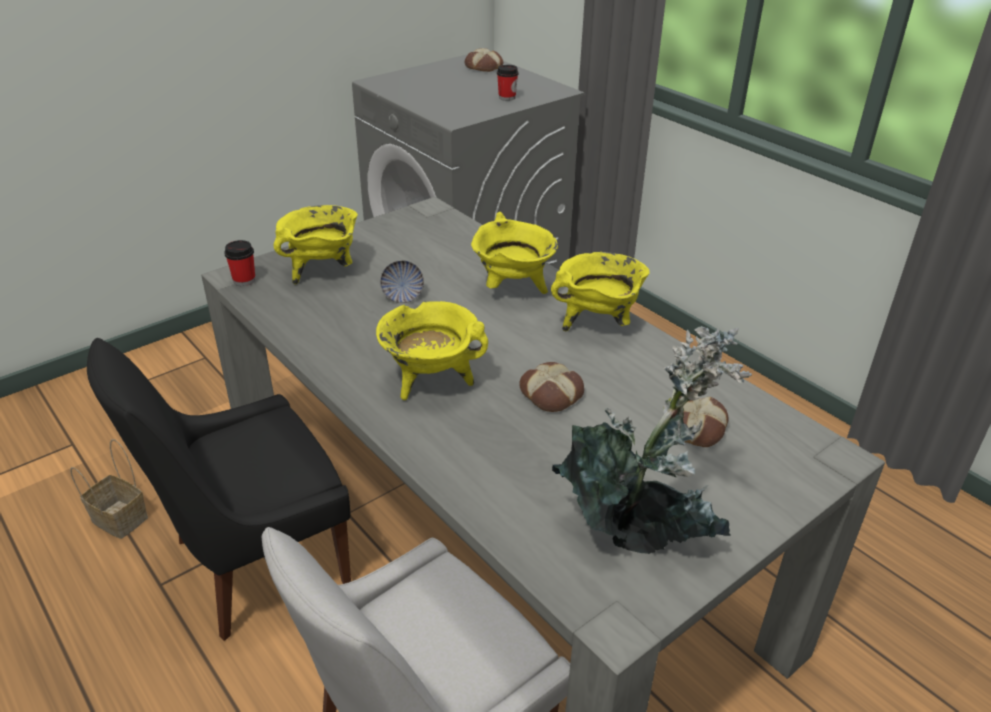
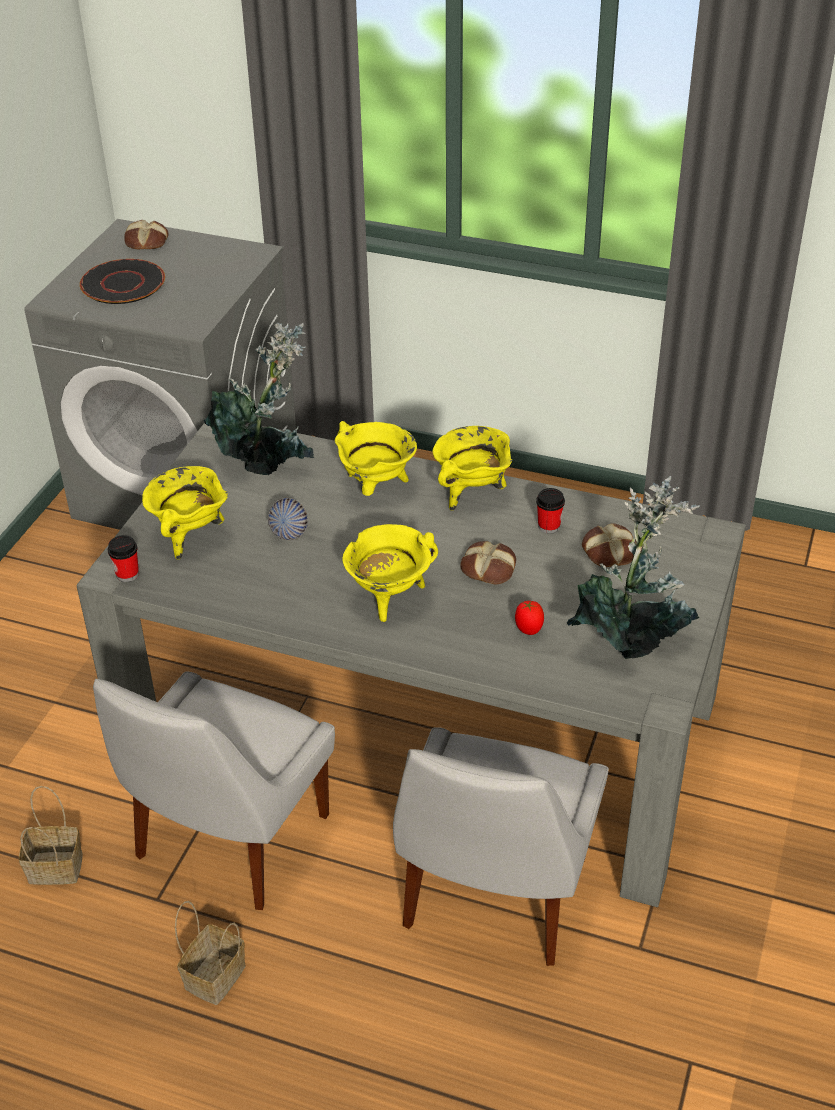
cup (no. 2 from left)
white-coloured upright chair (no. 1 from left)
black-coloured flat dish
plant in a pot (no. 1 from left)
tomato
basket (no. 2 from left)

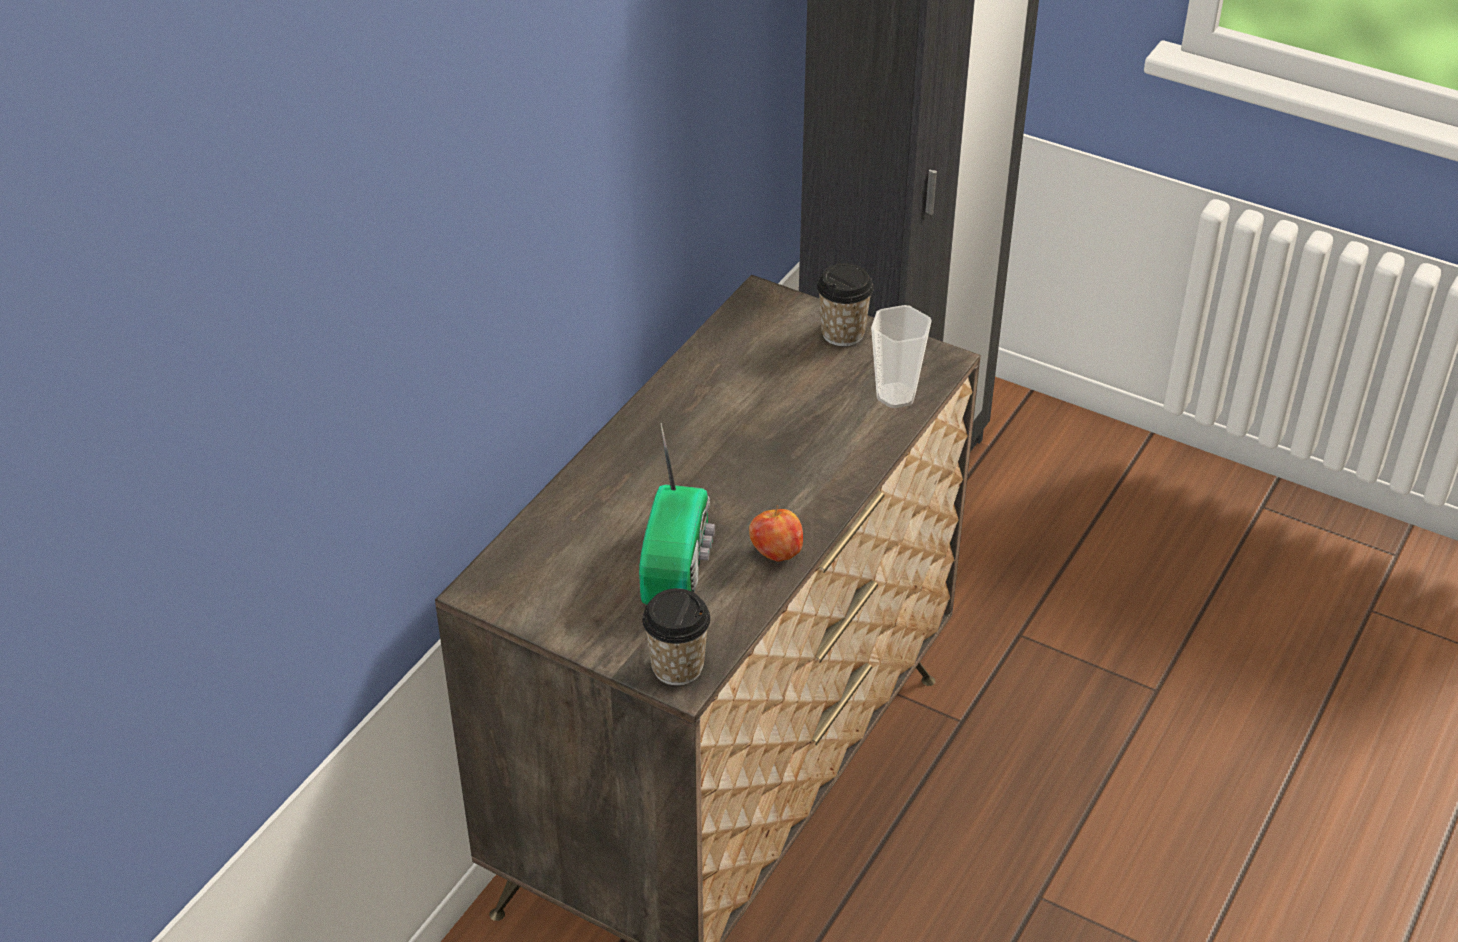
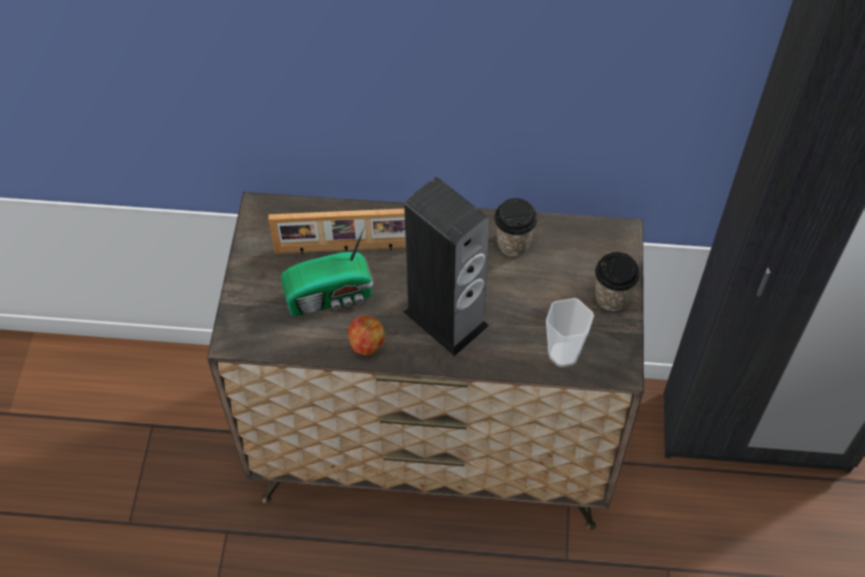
cup (no. 1 from left)
speaker
picture frame

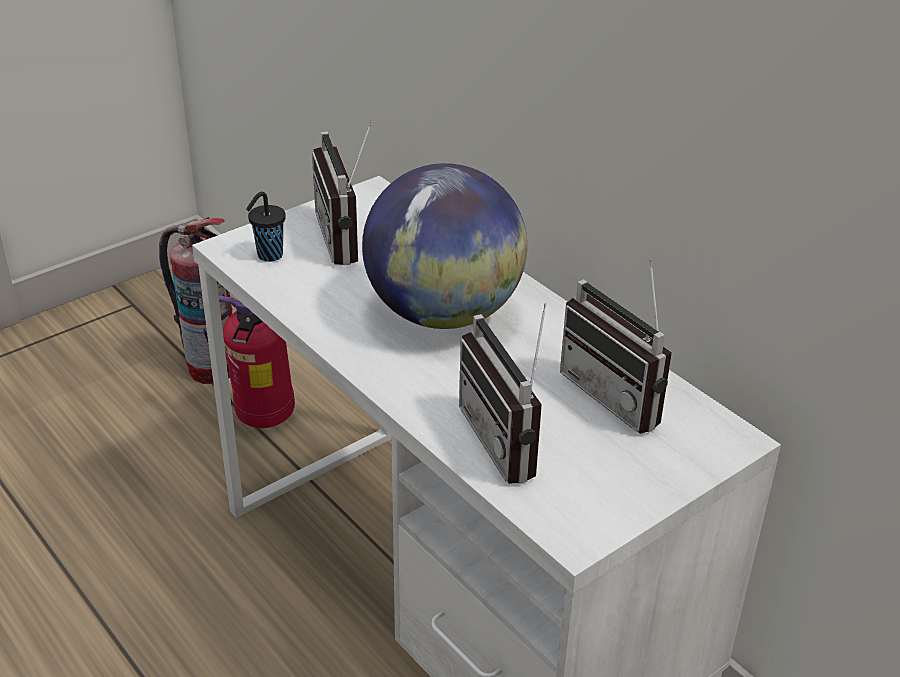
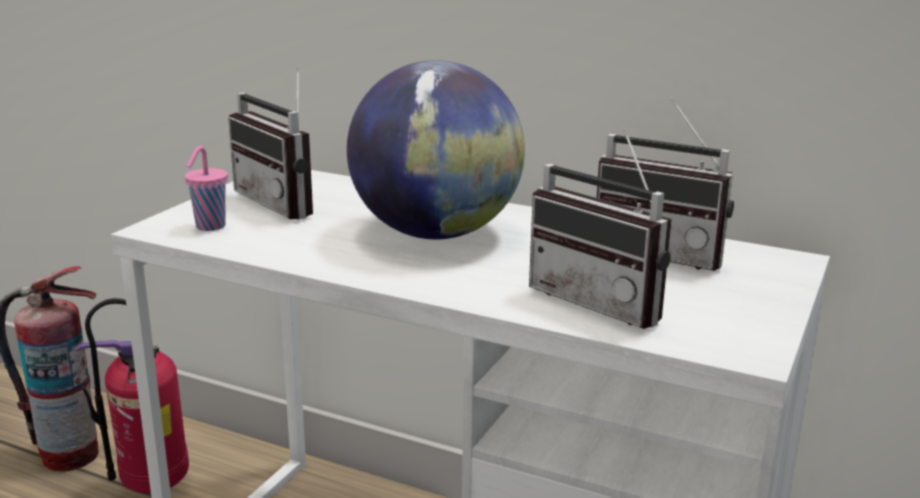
pink cup

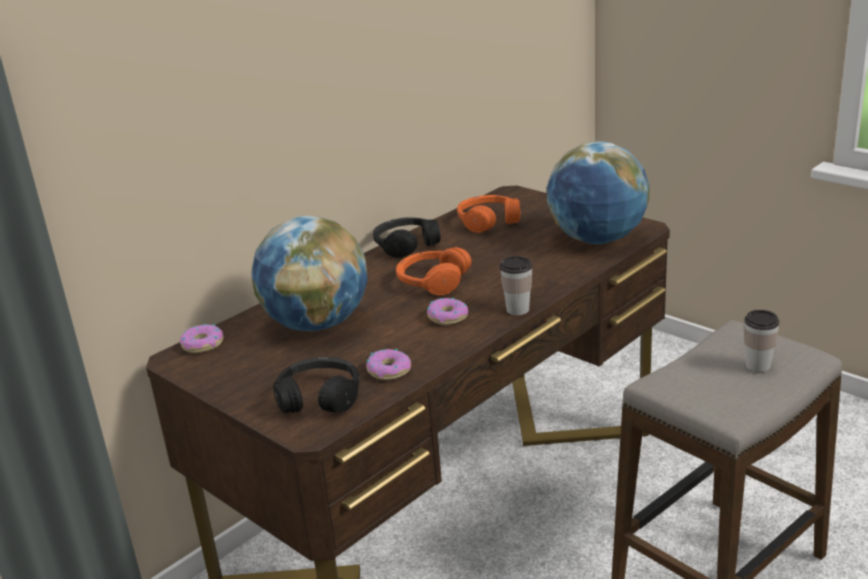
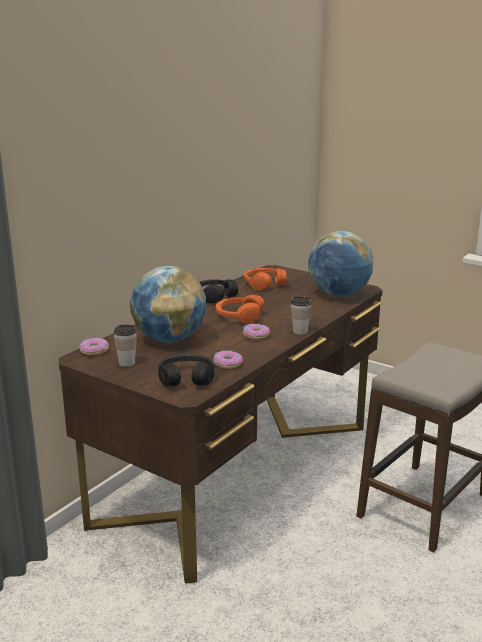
cup (no. 1 from left)

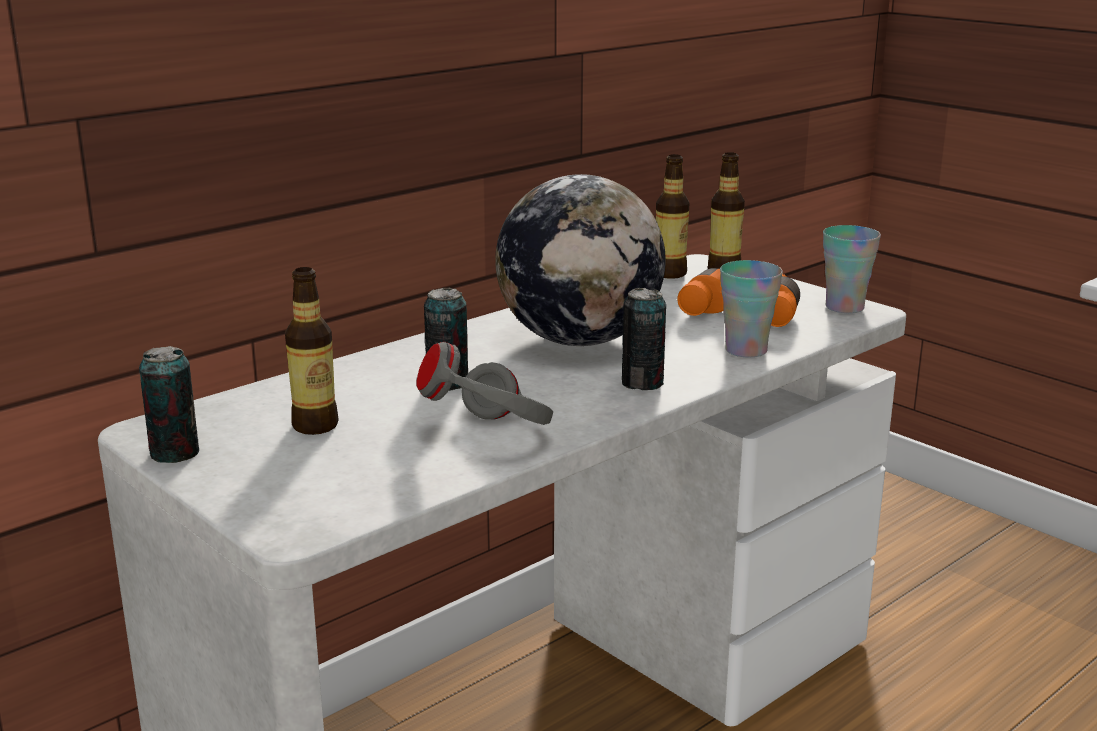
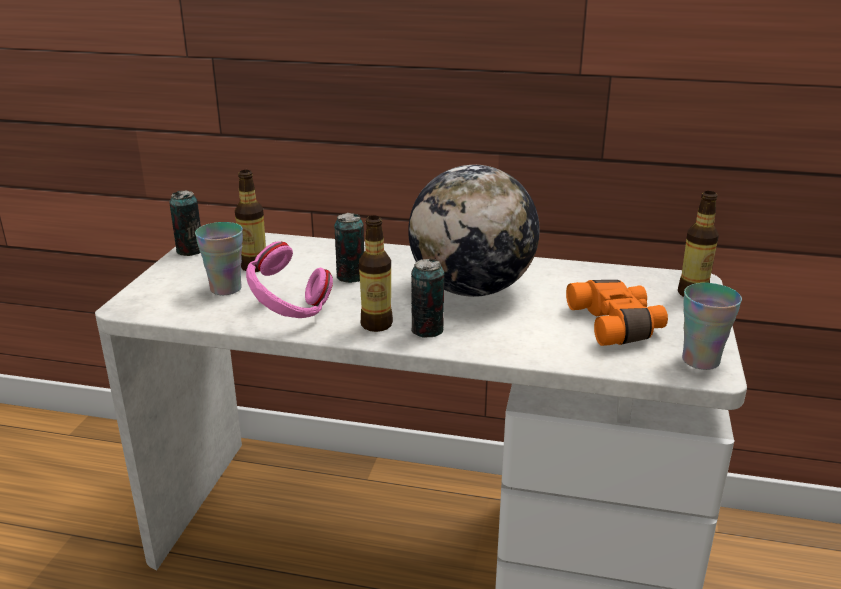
drink bottle (no. 2 from left)
cup (no. 1 from left)
pink headset

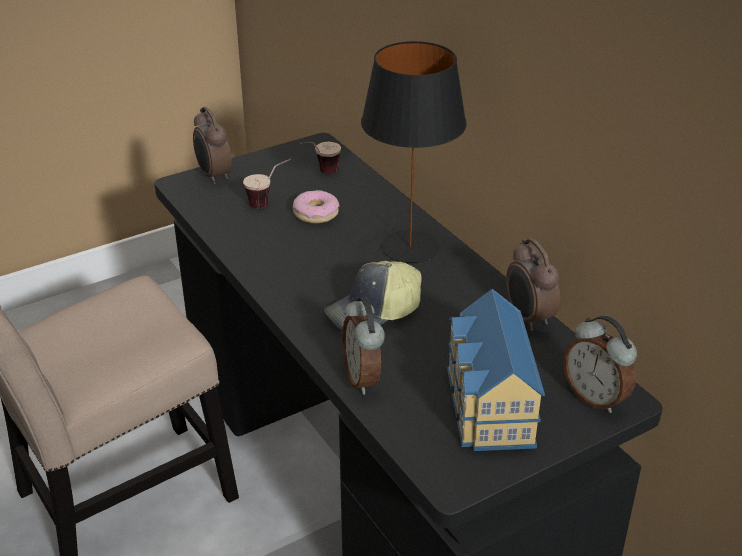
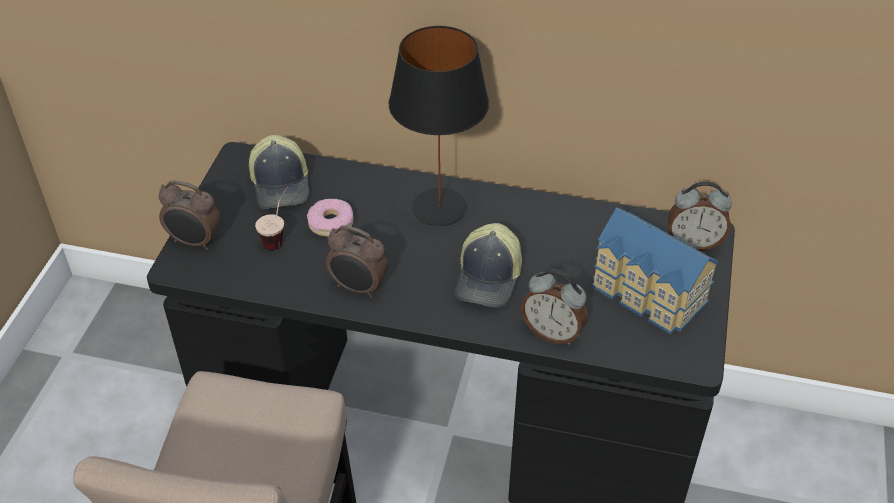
cap (no. 1 from left)
alarm clock (no. 2 from left)

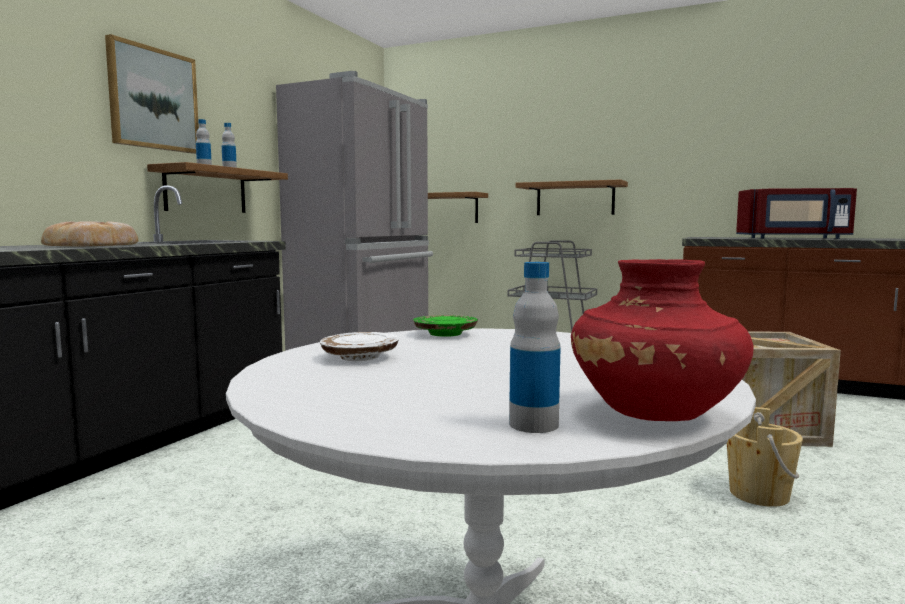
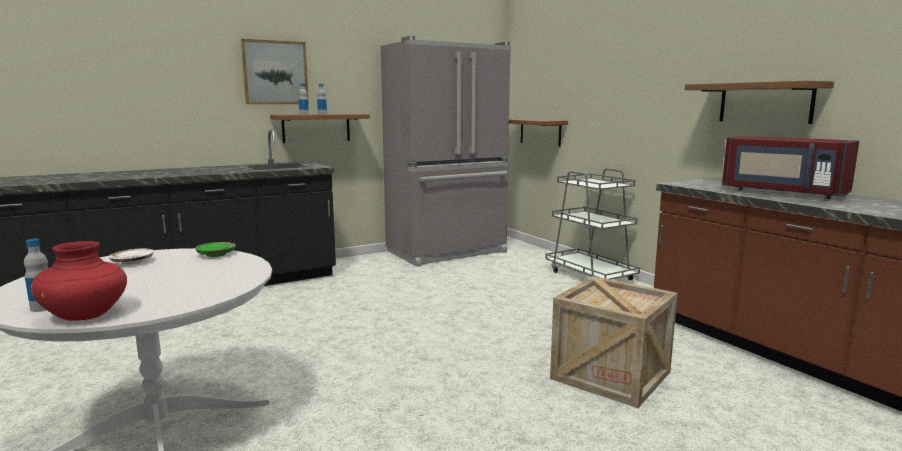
bracket shelf (no. 3 from left)
bakery bread
sand-coloured water bucket

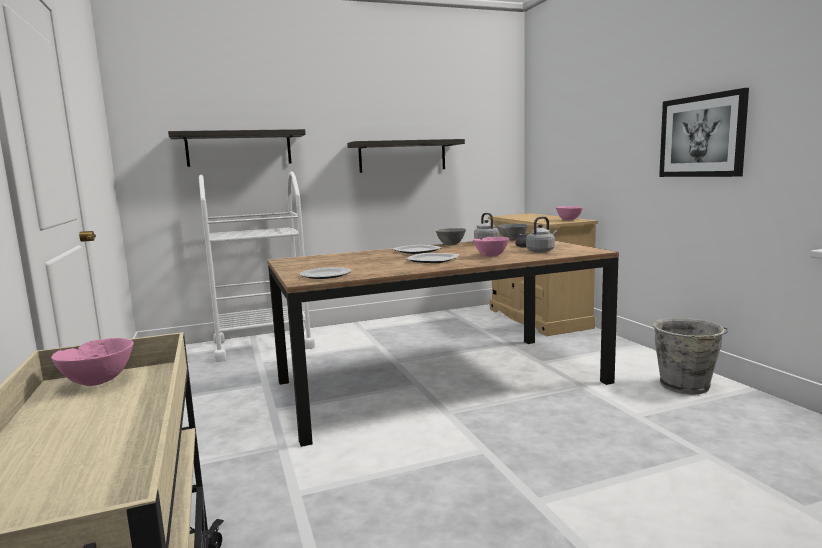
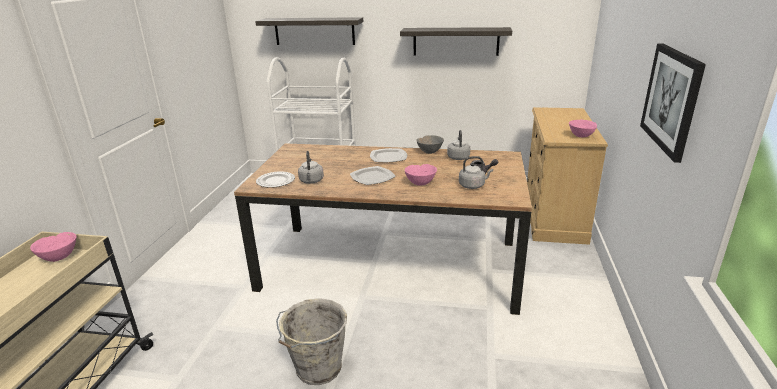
grey serving bowl (no. 2 from left in the first image)
grey water bucket
grey kettle (no. 1 from left)

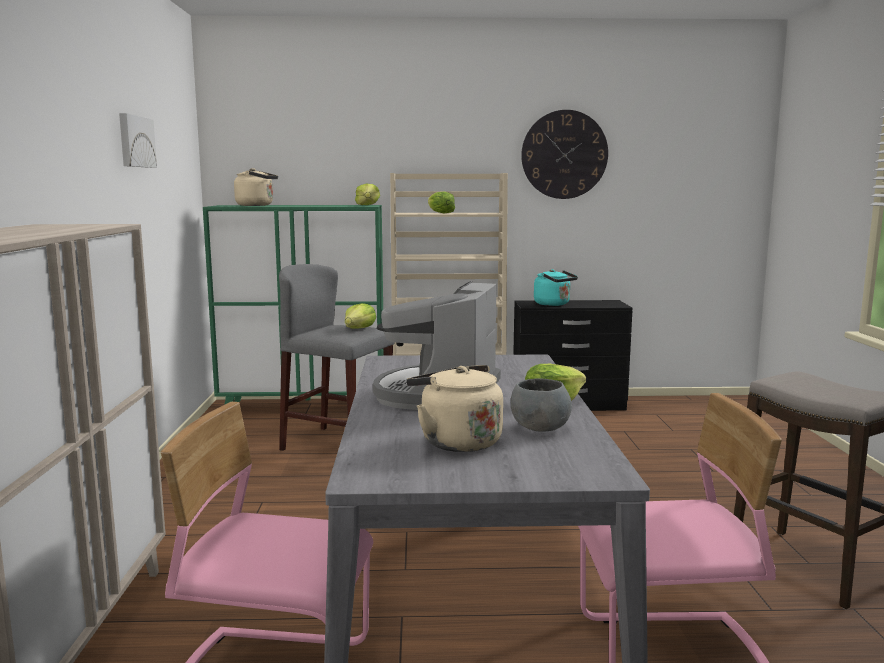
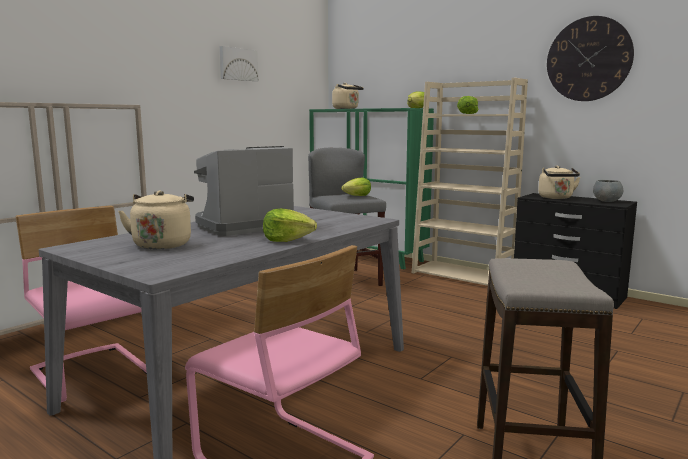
sand-coloured kettle (no. 3 from left)
grey serving bowl

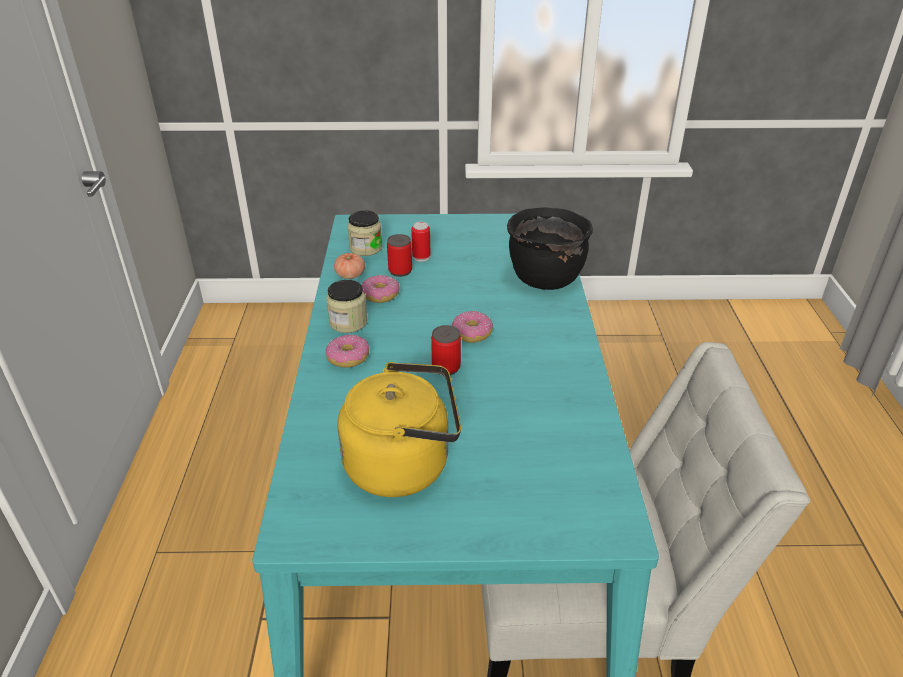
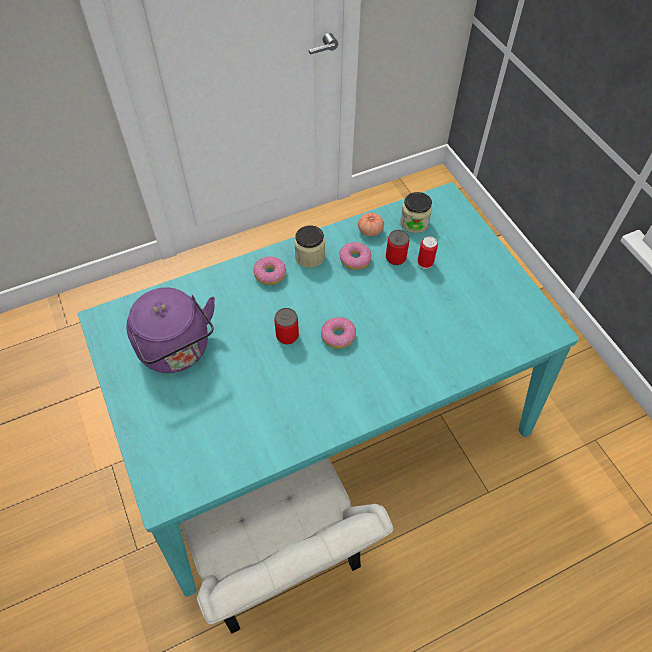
black-coloured cooking pot
purplish kettle

